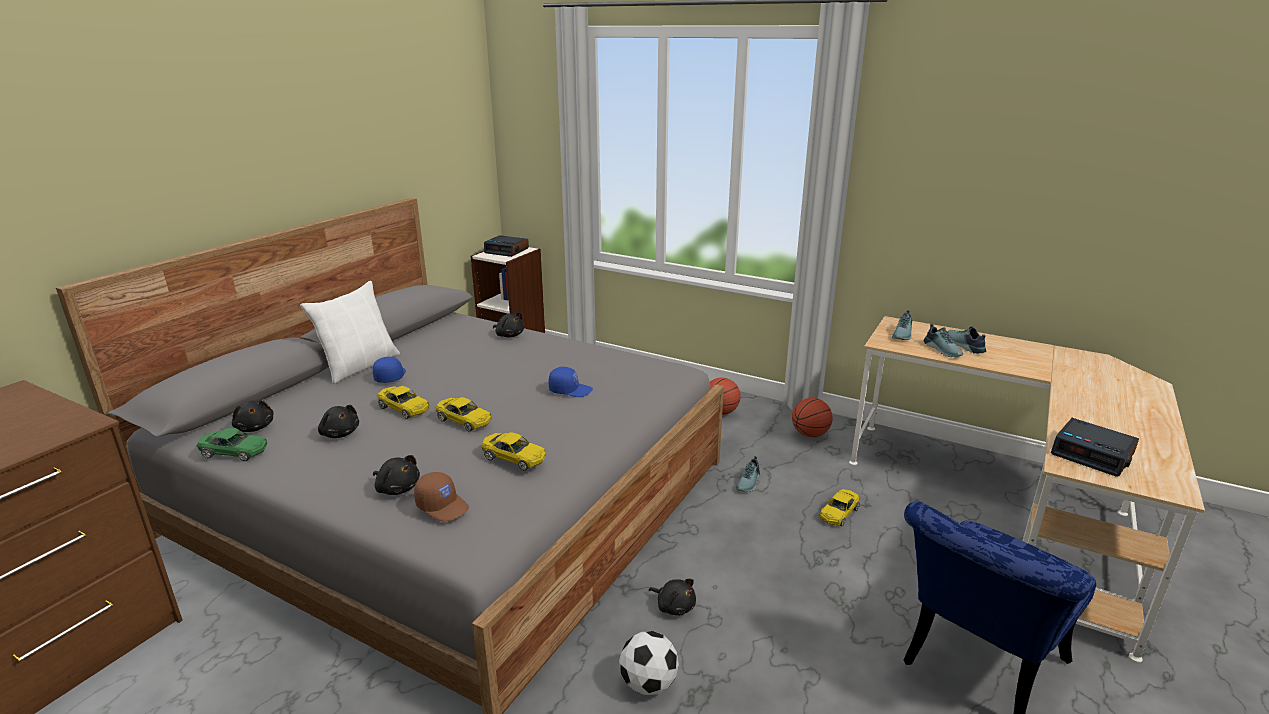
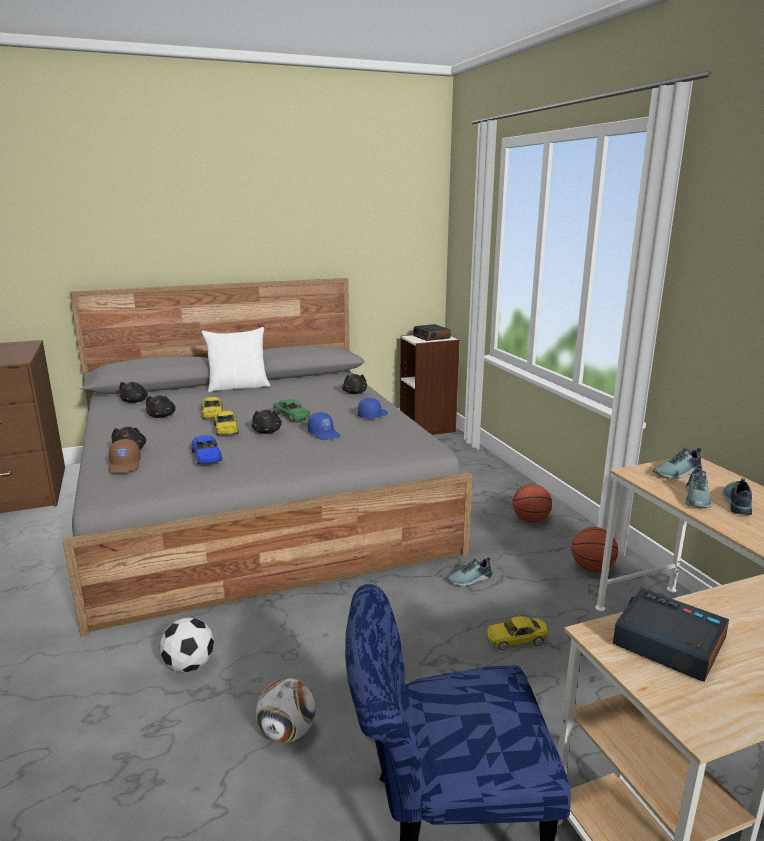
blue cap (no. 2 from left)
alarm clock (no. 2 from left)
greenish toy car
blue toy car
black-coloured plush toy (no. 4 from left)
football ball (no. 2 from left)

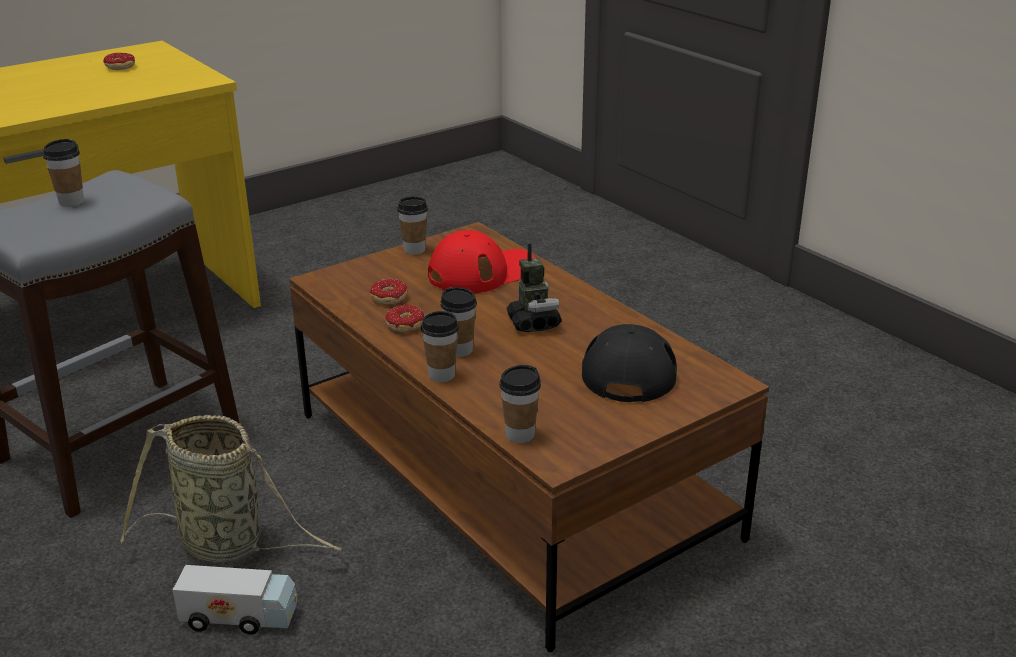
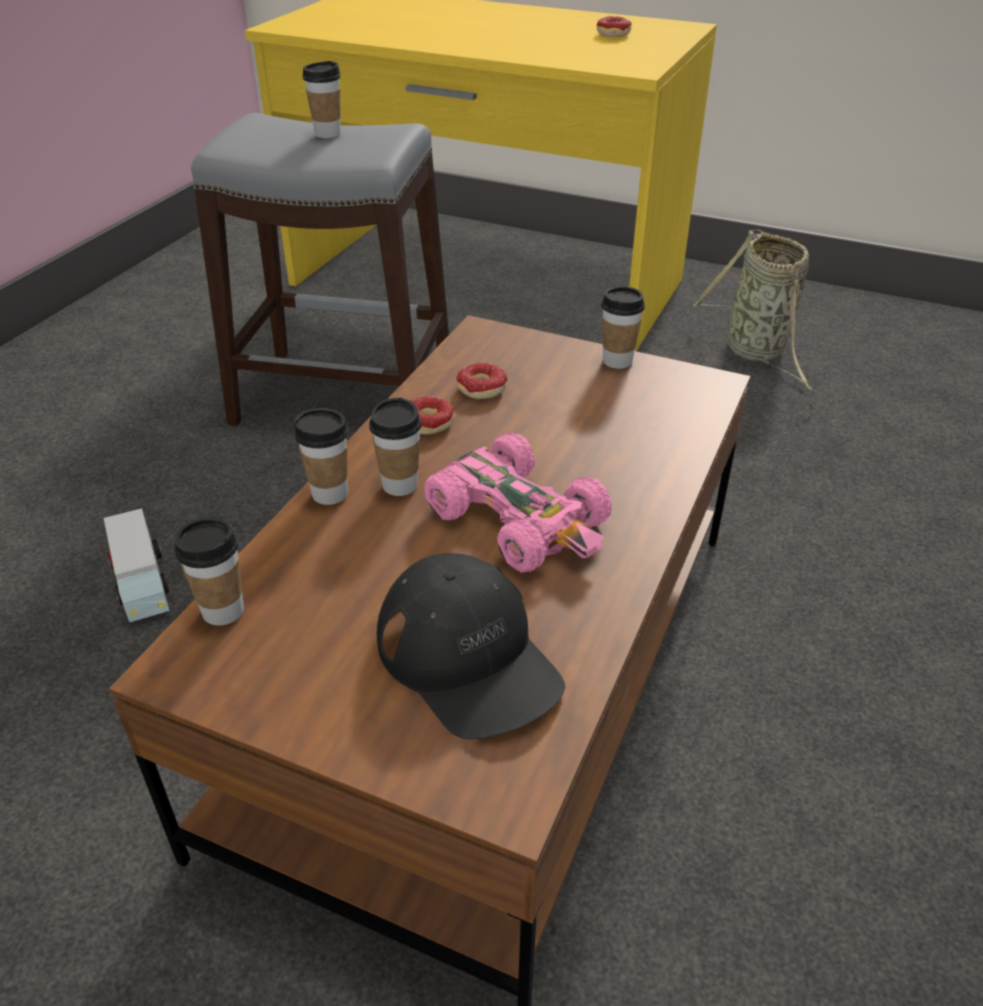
reddish cap
pink toy car
black-coloured cap
basket

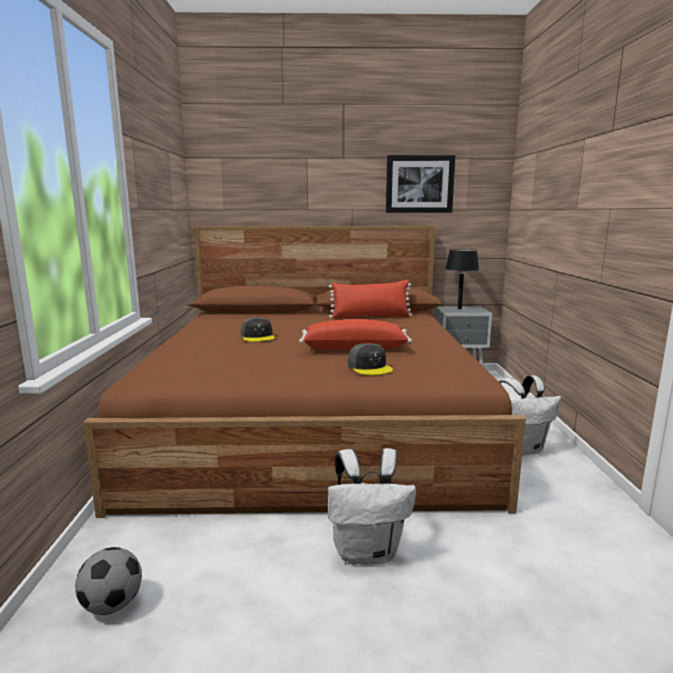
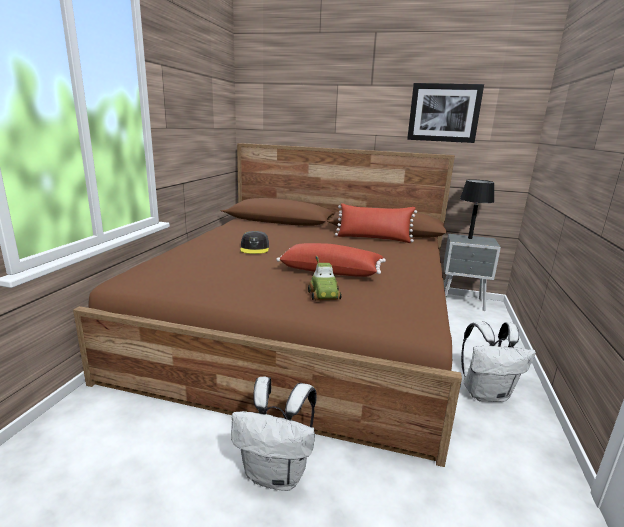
toy car
football ball

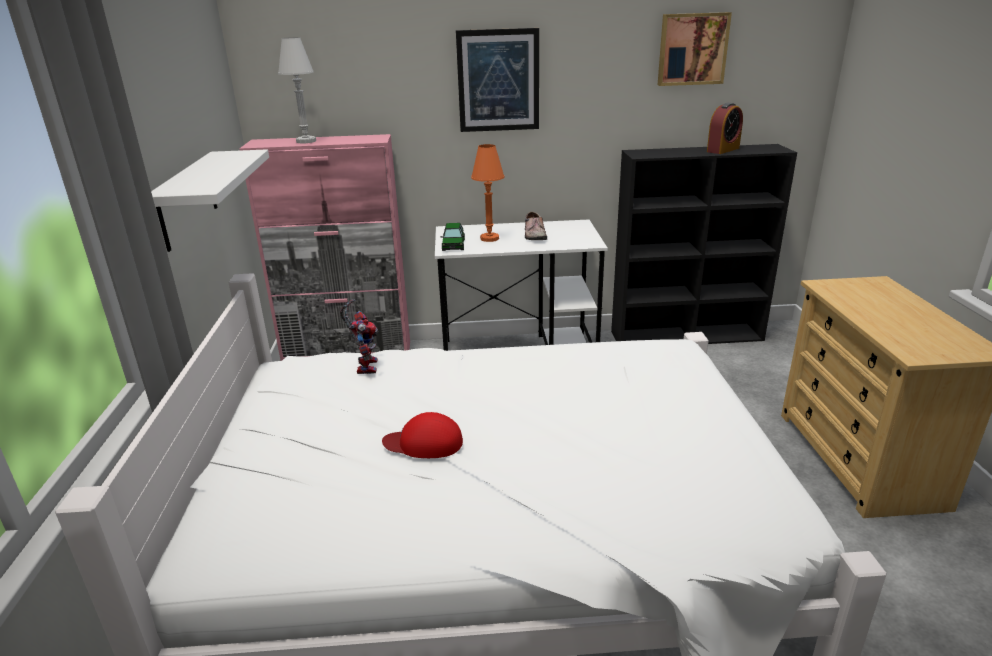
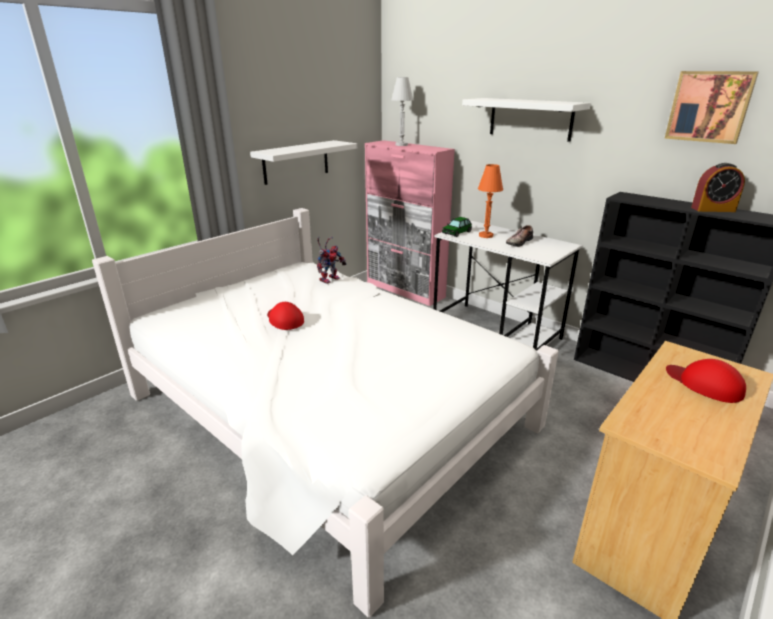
white-coloured bracket shelf (no. 2 from left)
reddish cap (no. 2 from left)

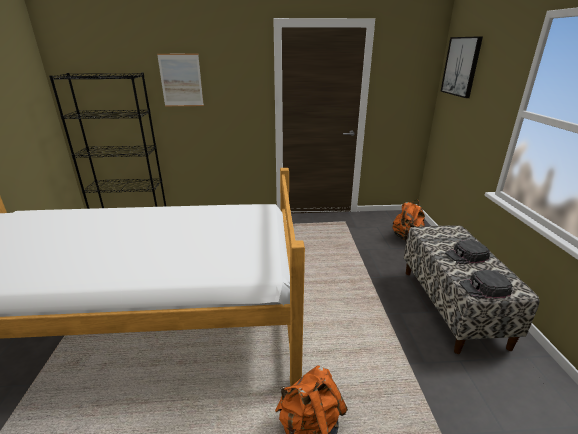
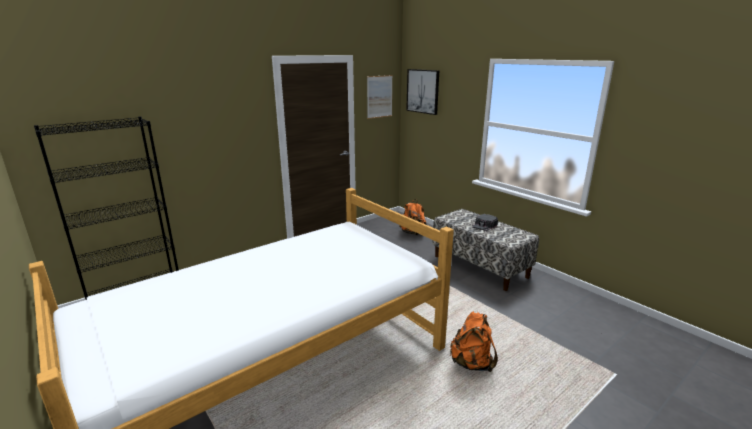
wall art (no. 1 from left)
black-coloured cap (no. 2 from left in the first image)

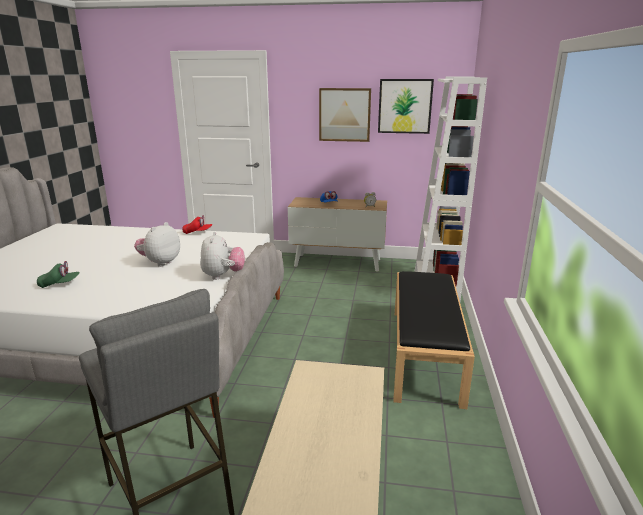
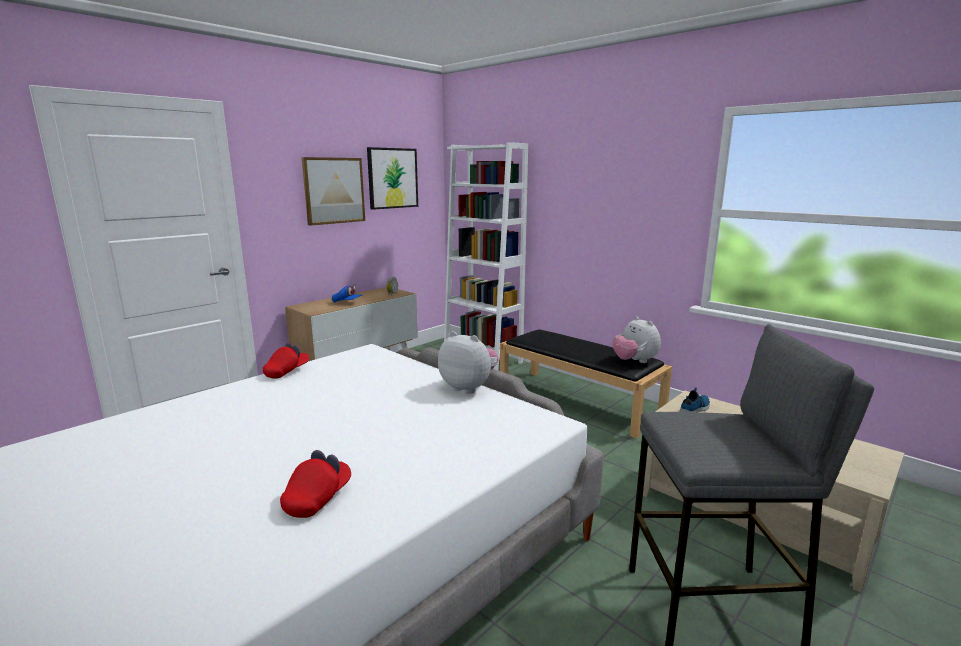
plush toy (no. 2 from left)
reddish cap (no. 2 from left)
shoe

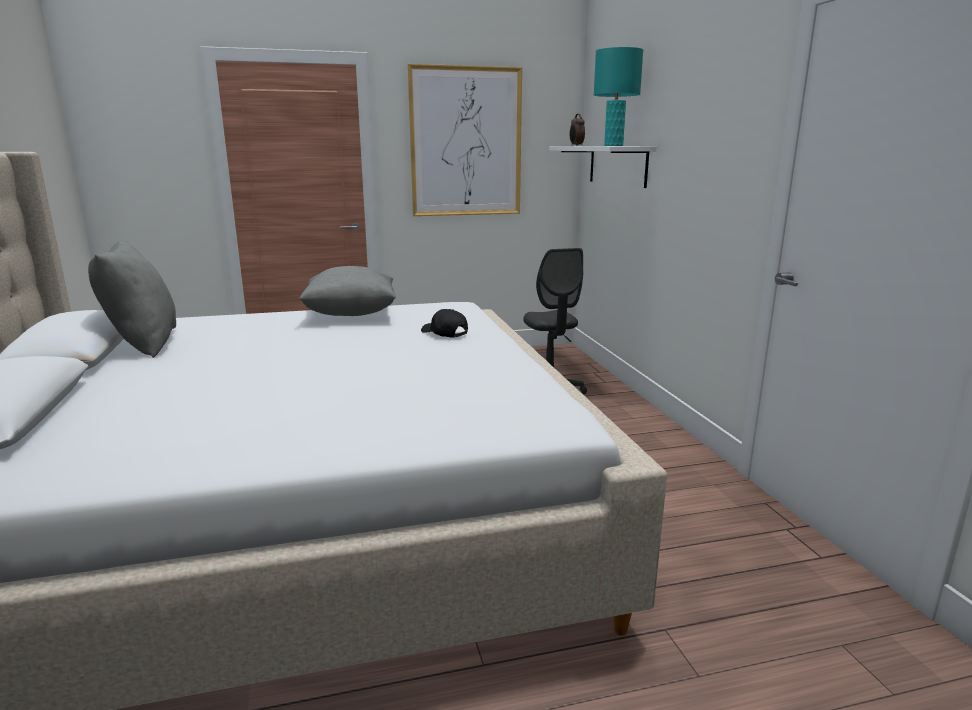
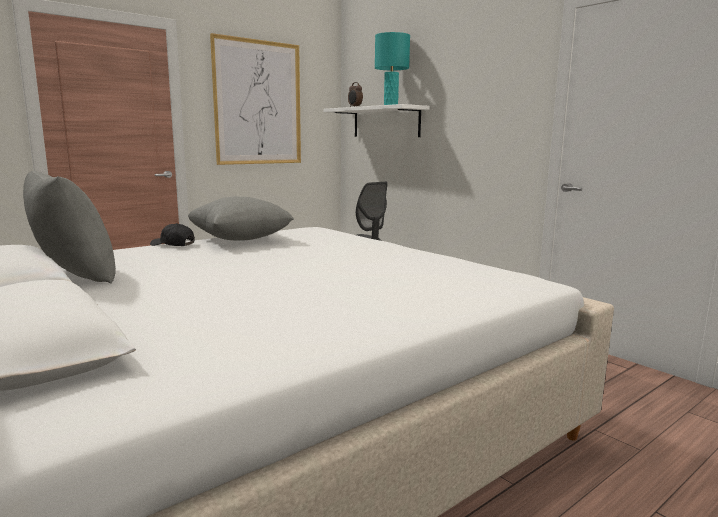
black-coloured cap

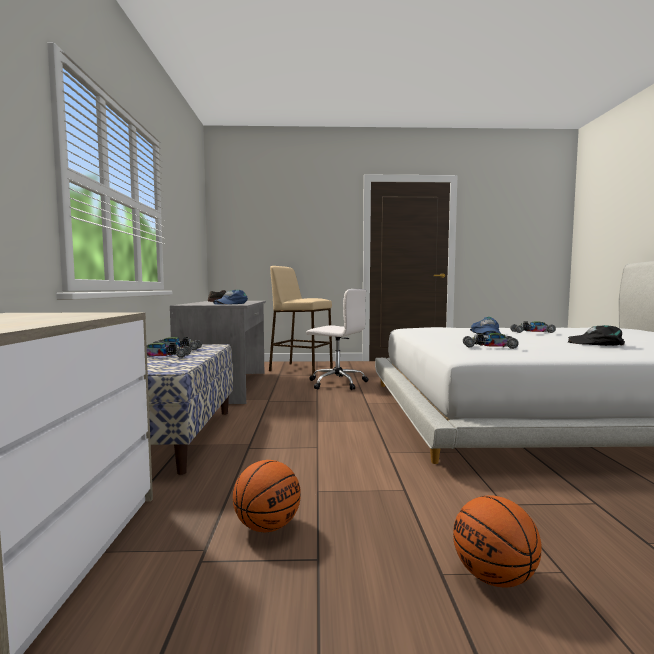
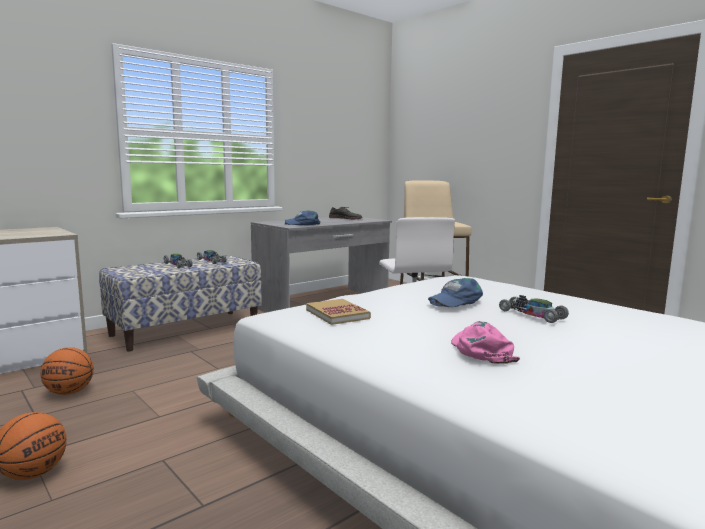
pink cap
bound book

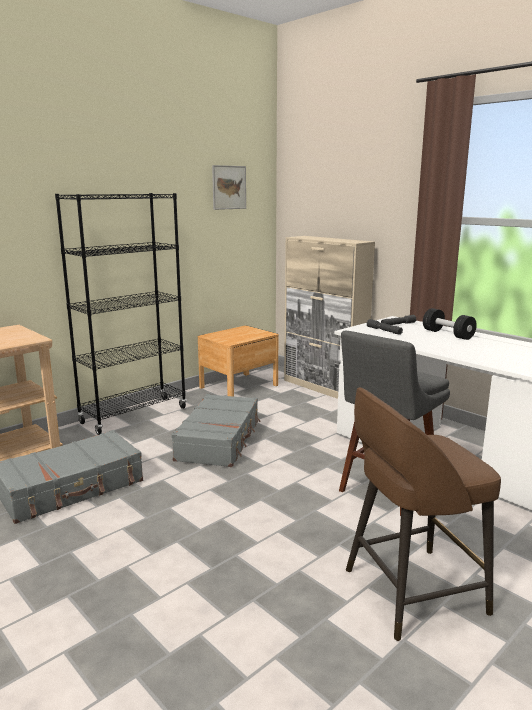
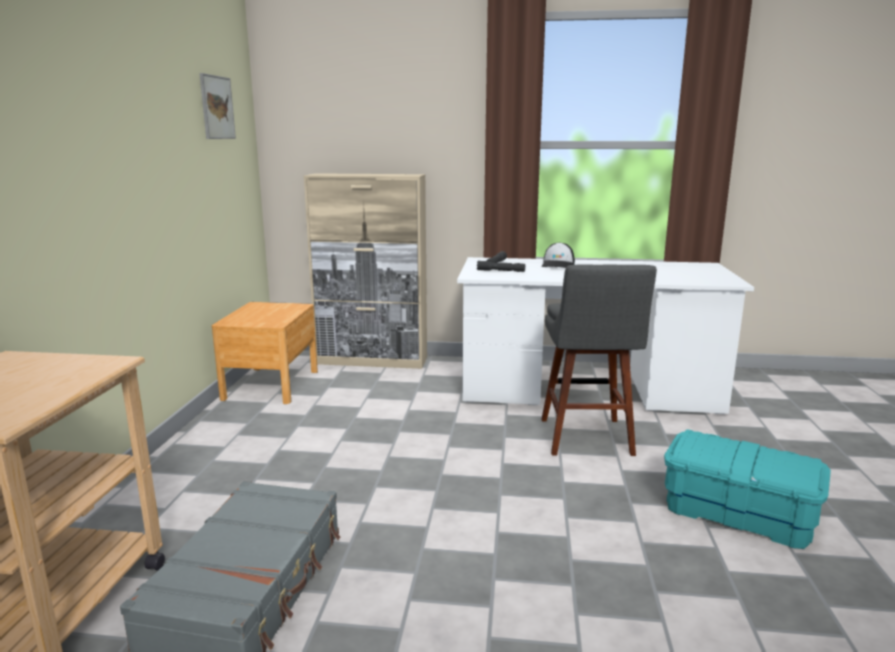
black-coloured bookcase
cap
blue-green storage box
grey piece of luggage (no. 2 from left in the first image)

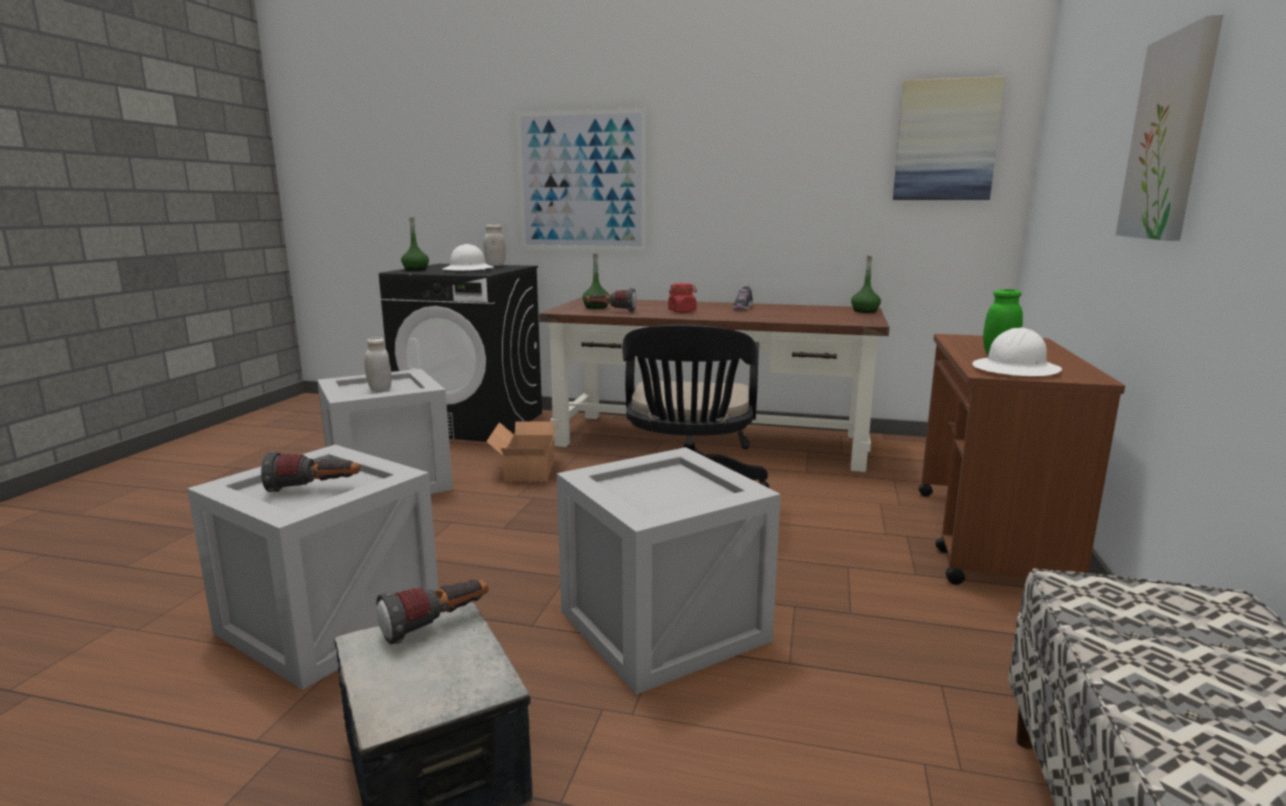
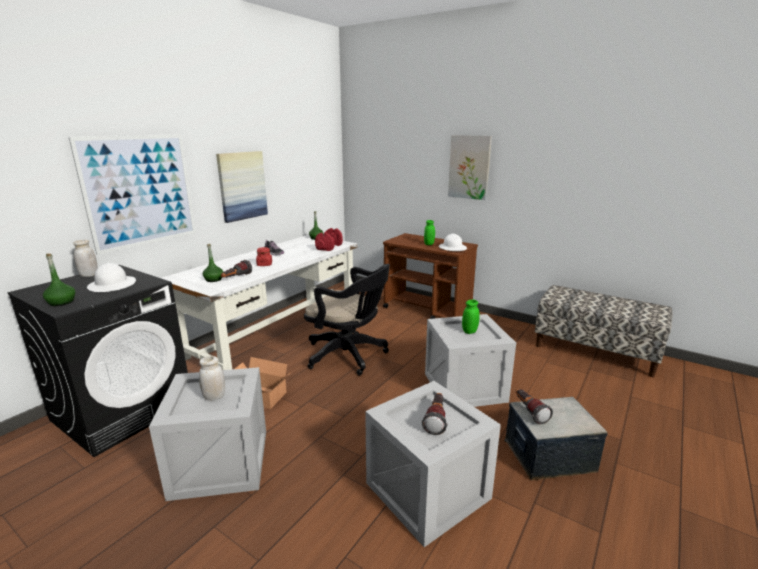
wall art (no. 2 from left)
white-coloured desk
reddish free weight
greenish preserve jar (no. 2 from left)

